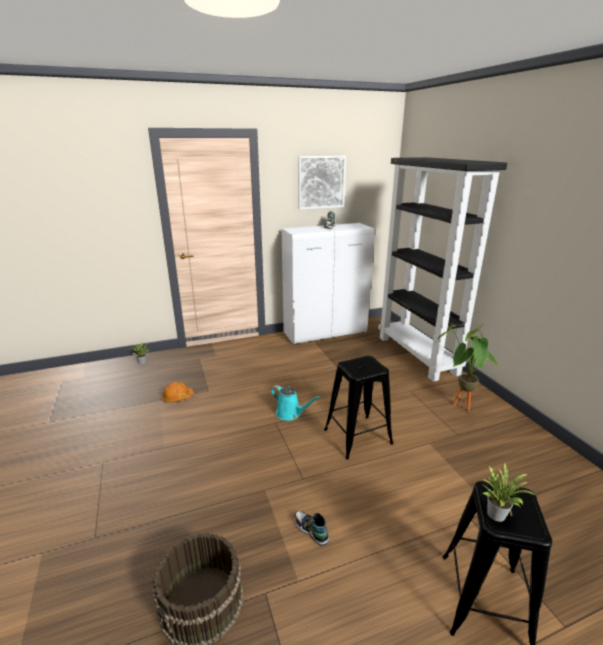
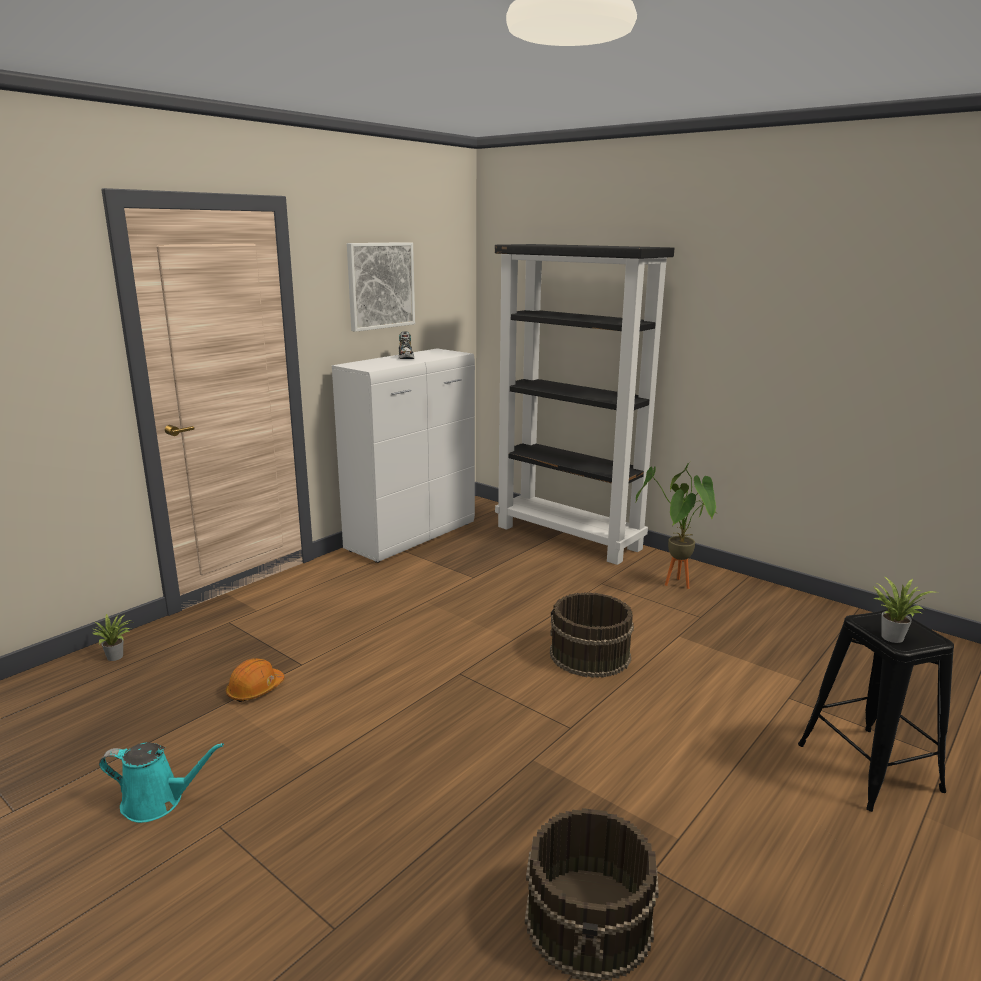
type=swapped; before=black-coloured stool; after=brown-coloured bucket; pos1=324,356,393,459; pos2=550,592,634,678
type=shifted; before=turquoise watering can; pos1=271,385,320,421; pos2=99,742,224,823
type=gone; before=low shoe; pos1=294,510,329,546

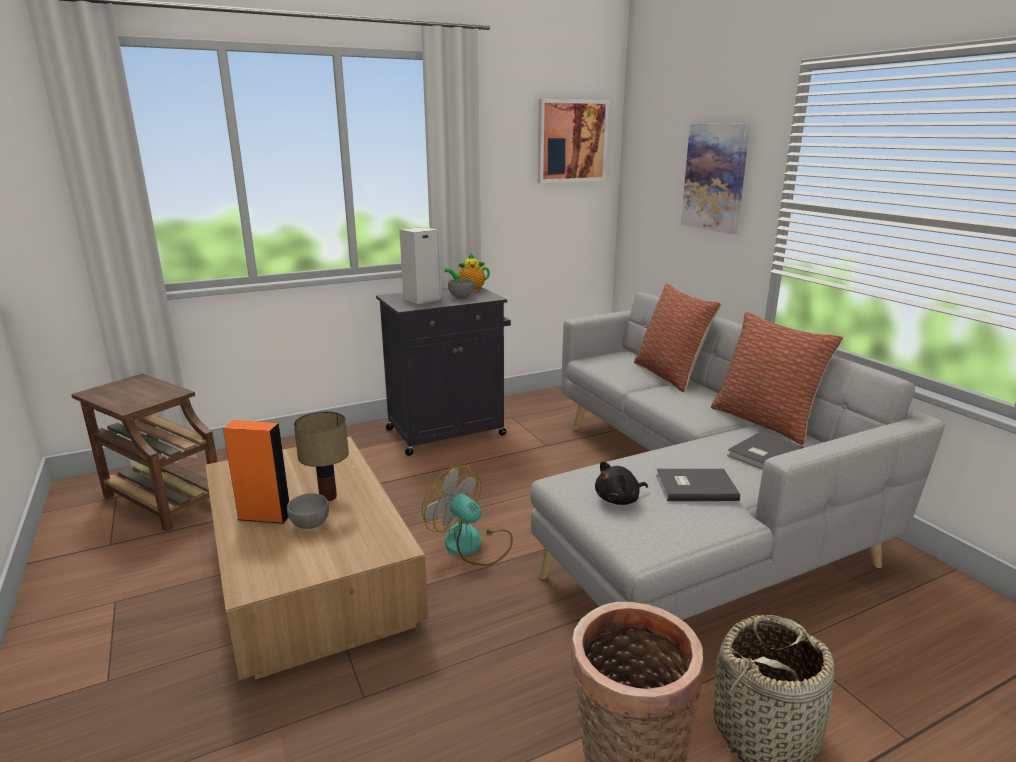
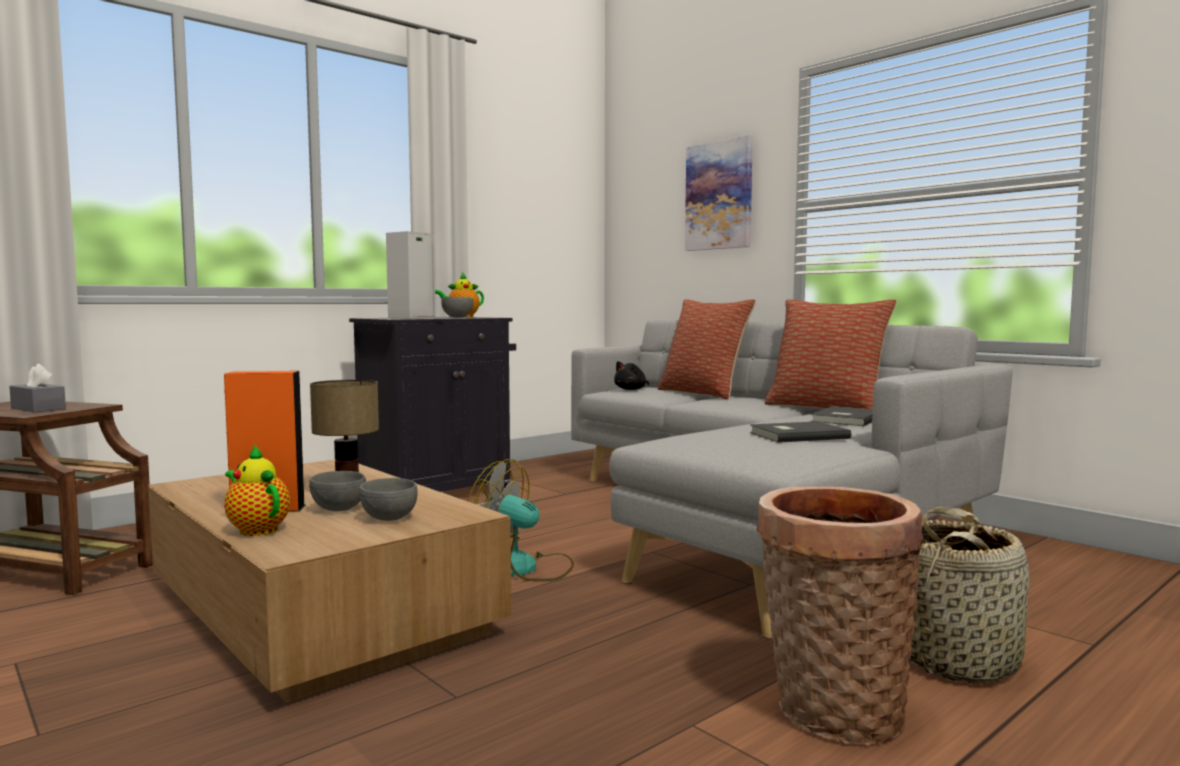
type=gone; before=wall art; pos1=538,99,609,183
type=shifted; before=black-coloured plush toy; pos1=595,461,648,505; pos2=614,361,649,390
type=new; after=greyish tissue holder; pos2=9,363,66,412
type=new; after=teapot; pos2=224,445,290,536
type=new; after=greyish bowl; pos2=359,478,418,521

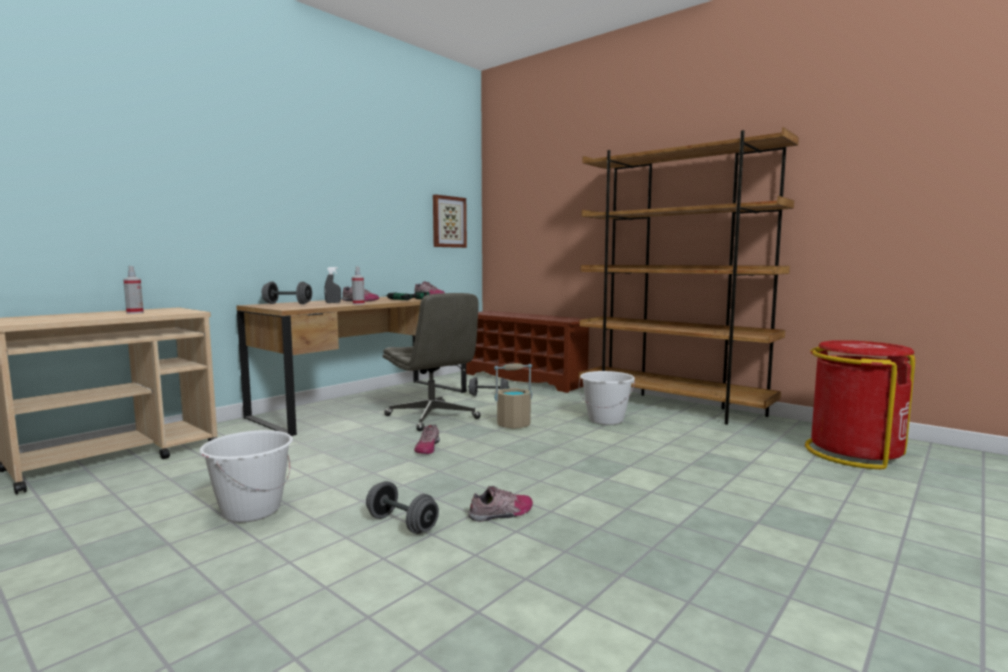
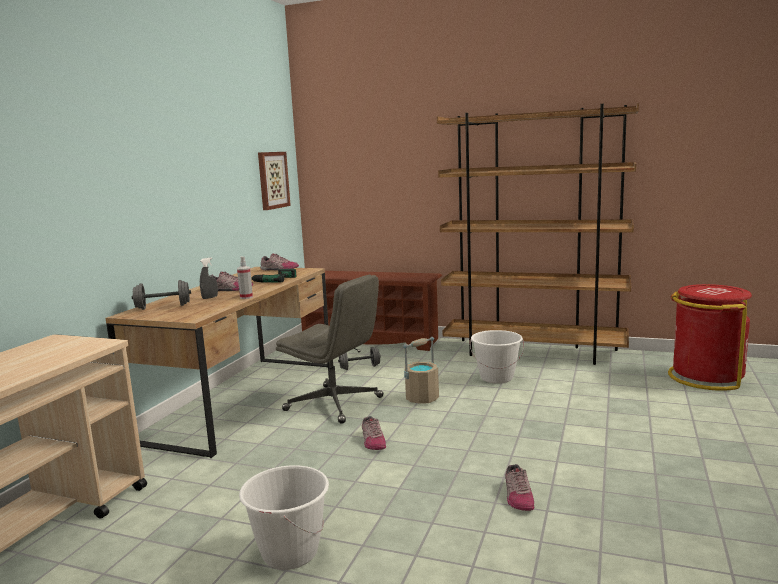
type=gone; before=sprayer; pos1=123,266,144,314
type=gone; before=greyish hand weight; pos1=366,481,439,534
type=rotated; before=low shoe; pos1=468,486,533,522; pos2=505,464,534,511; turn=135

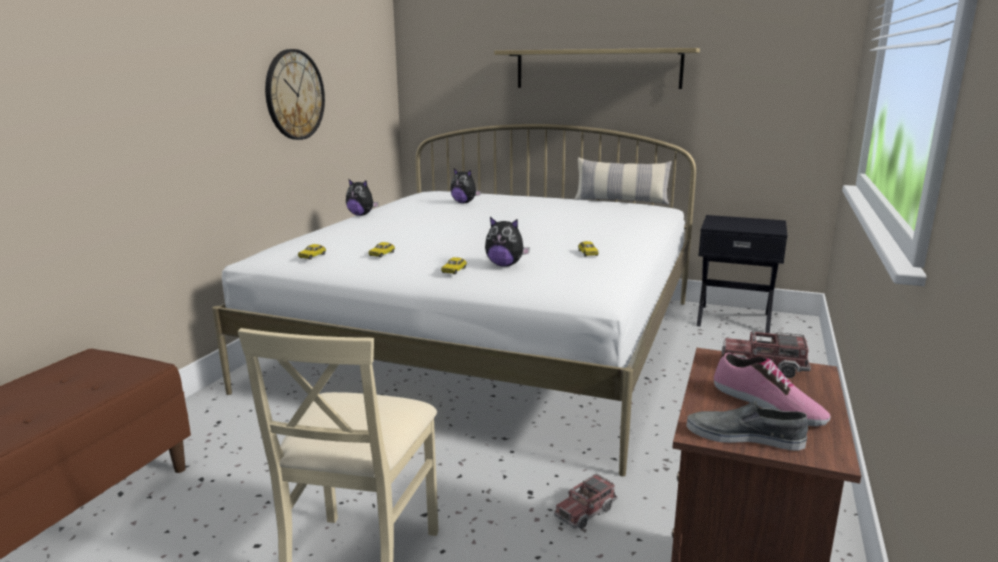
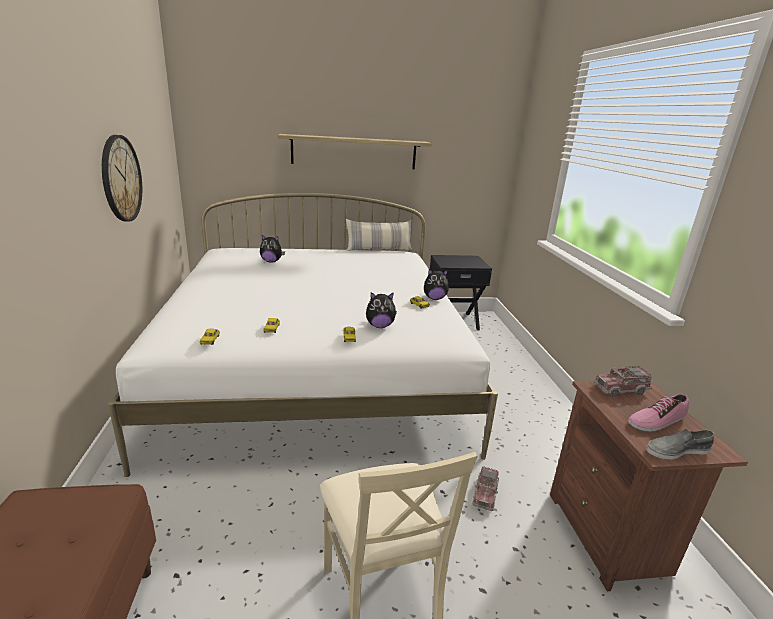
type=shifted; before=plush toy; pos1=346,179,379,216; pos2=424,269,449,300
type=rotated; before=low shoe; pos1=714,353,830,426; pos2=628,394,689,432; turn=135

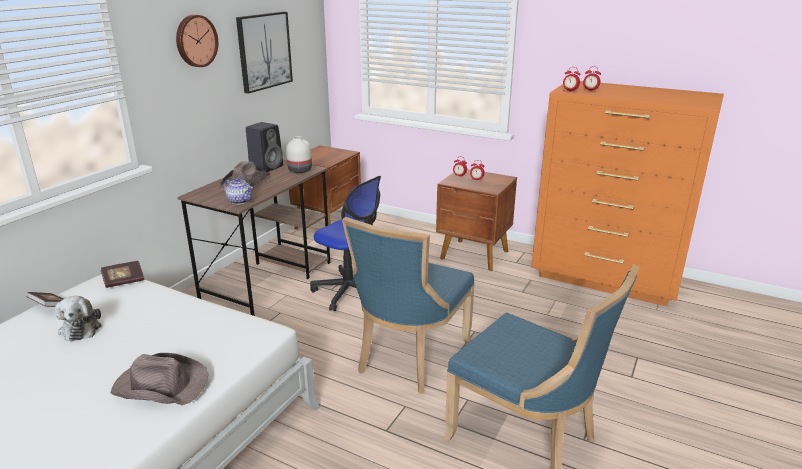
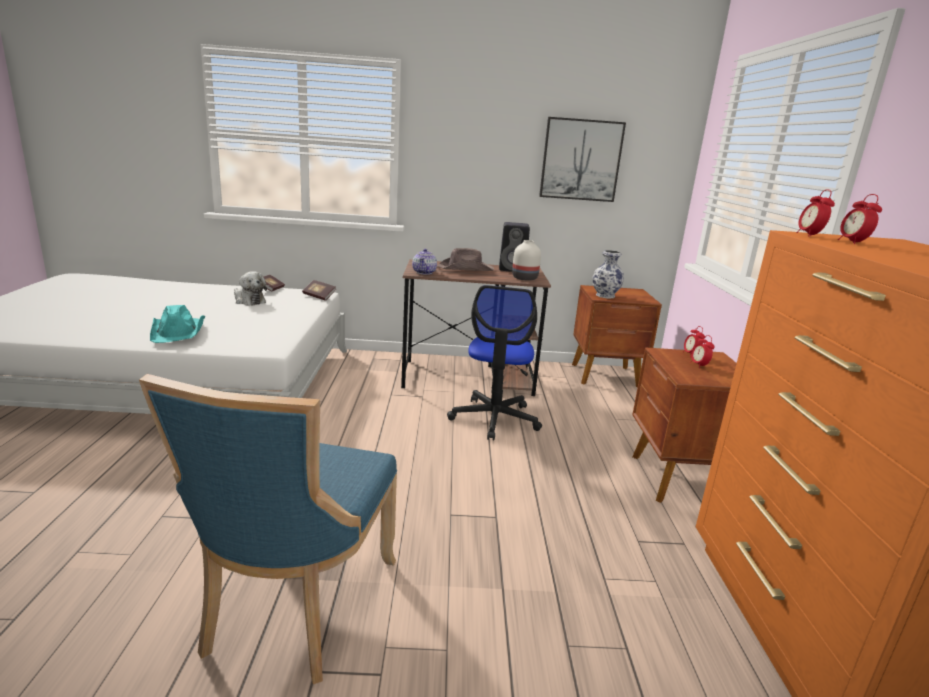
type=gone; before=clock on the wall; pos1=176,15,218,67
type=gone; before=blue upright chair; pos1=342,217,475,394
type=rotated; before=plush toy; pos1=55,296,101,342; pos2=234,272,267,306; turn=-90
type=repainted; before=brown-coloured clothing hat; after=turquoise clothing hat; pos1=111,353,209,406; pos2=150,305,205,343
type=new; after=decorative vase; pos2=592,250,624,298

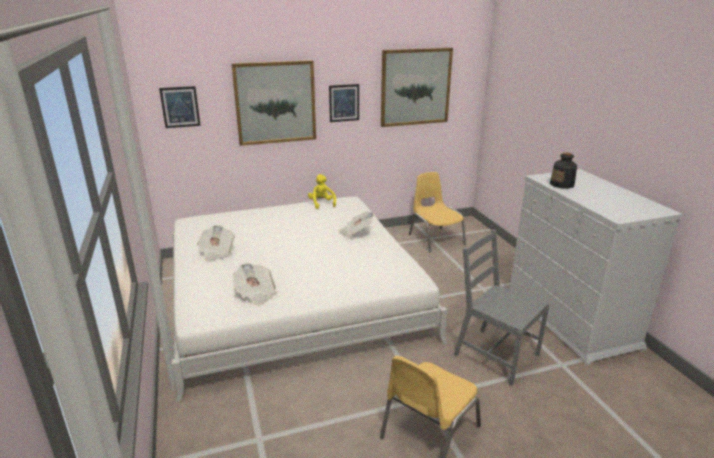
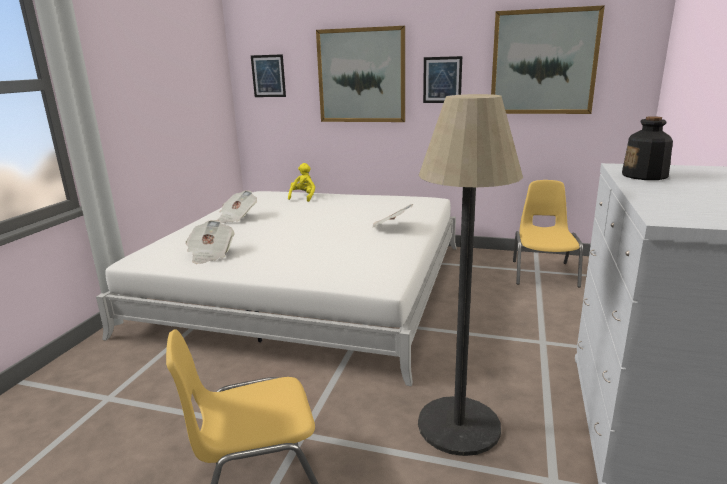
type=shifted; before=yellowish plush toy; pos1=308,174,336,209; pos2=288,163,315,202
type=swapped; before=greyish upright chair; after=standing lamp; pos1=454,229,550,386; pos2=418,94,523,456

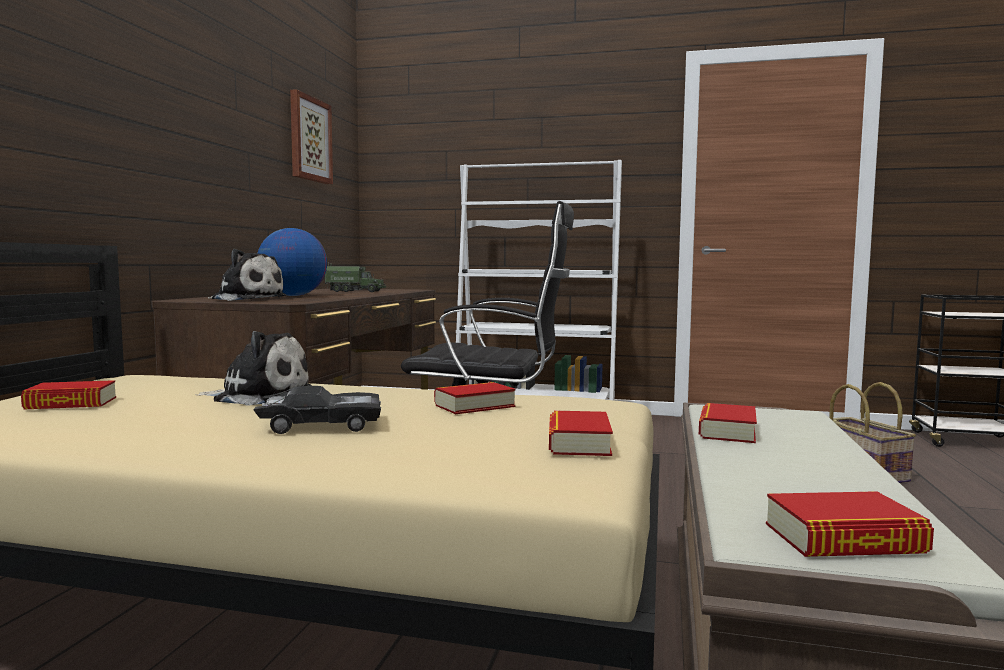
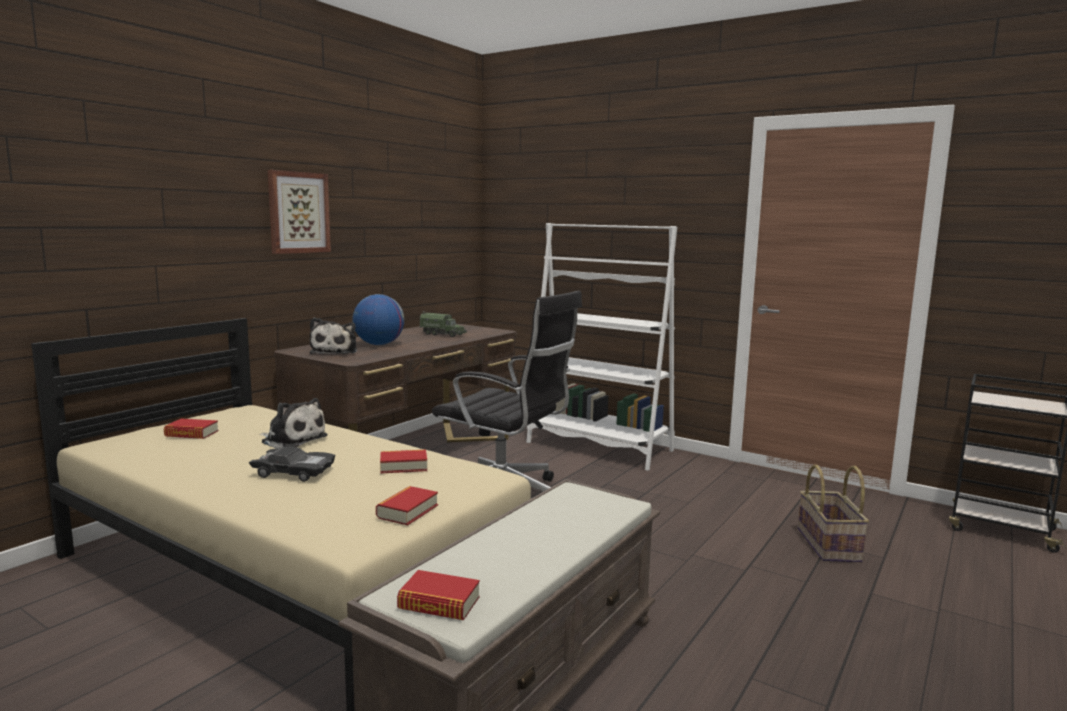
type=shifted; before=wall art; pos1=290,89,333,184; pos2=268,170,331,254
type=rotated; before=plush toy; pos1=208,249,286,301; pos2=310,317,357,354; turn=45
type=gone; before=bound book; pos1=699,403,757,443

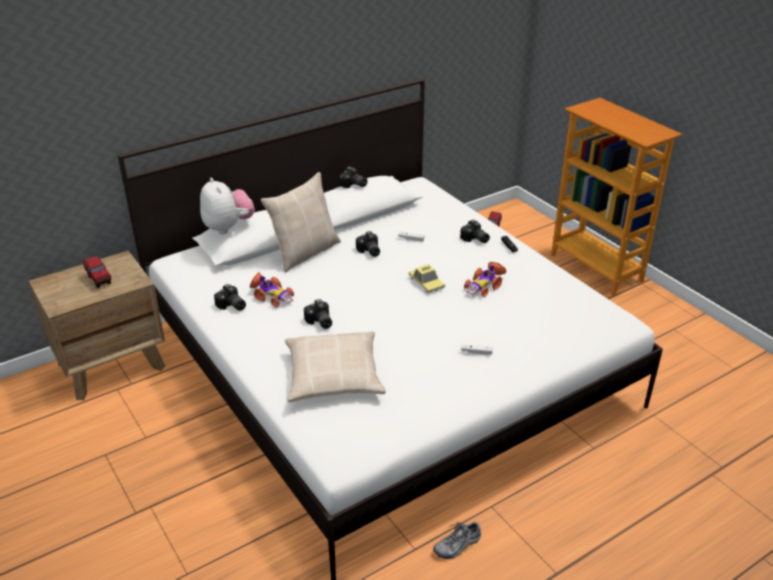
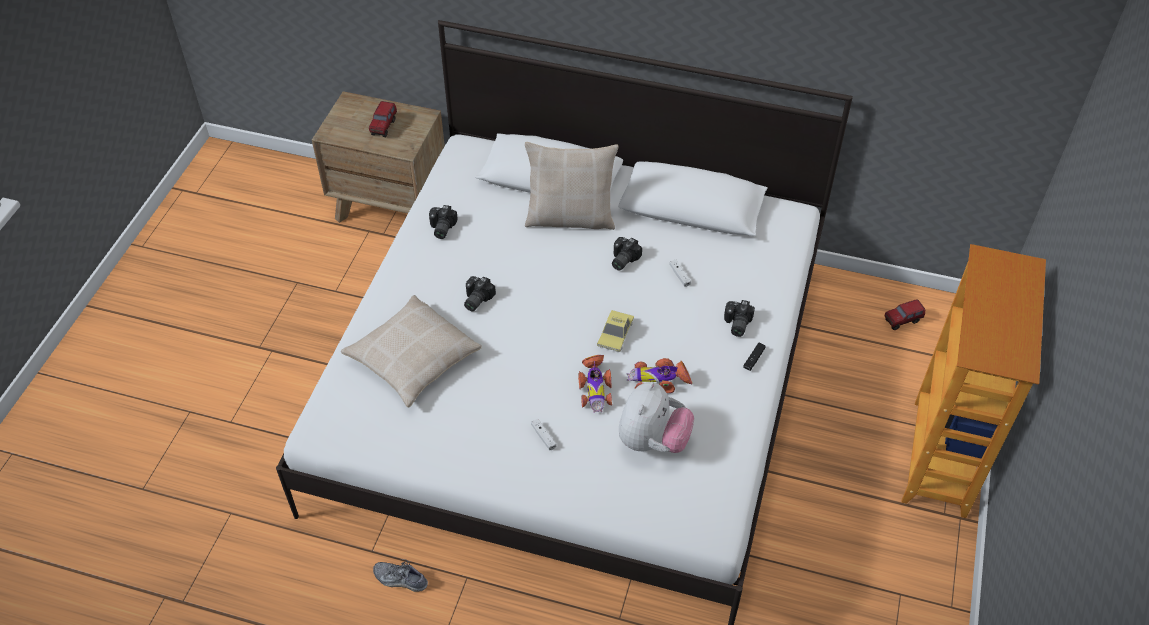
type=gone; before=photo camera; pos1=339,167,368,188
type=shifted; before=plush toy; pos1=200,177,255,234; pos2=619,382,694,453
type=shifted; before=toy car; pos1=250,272,294,307; pos2=578,355,612,413

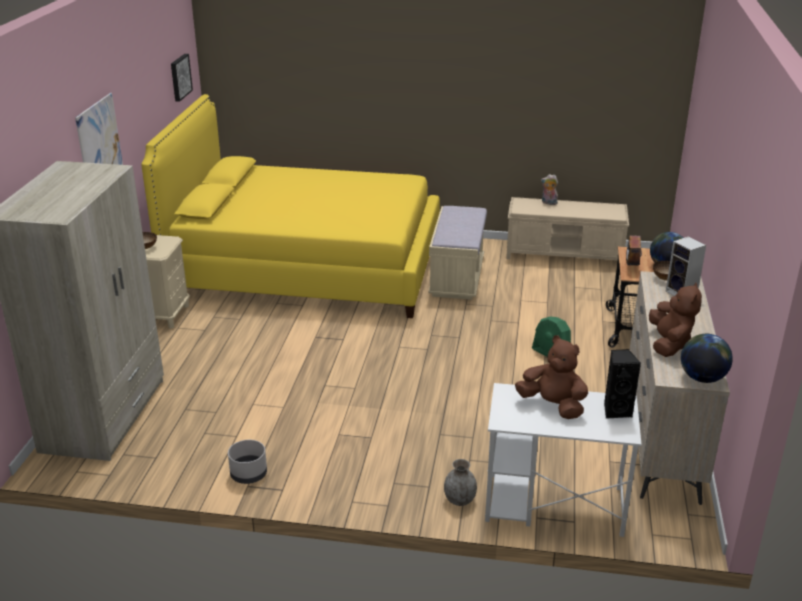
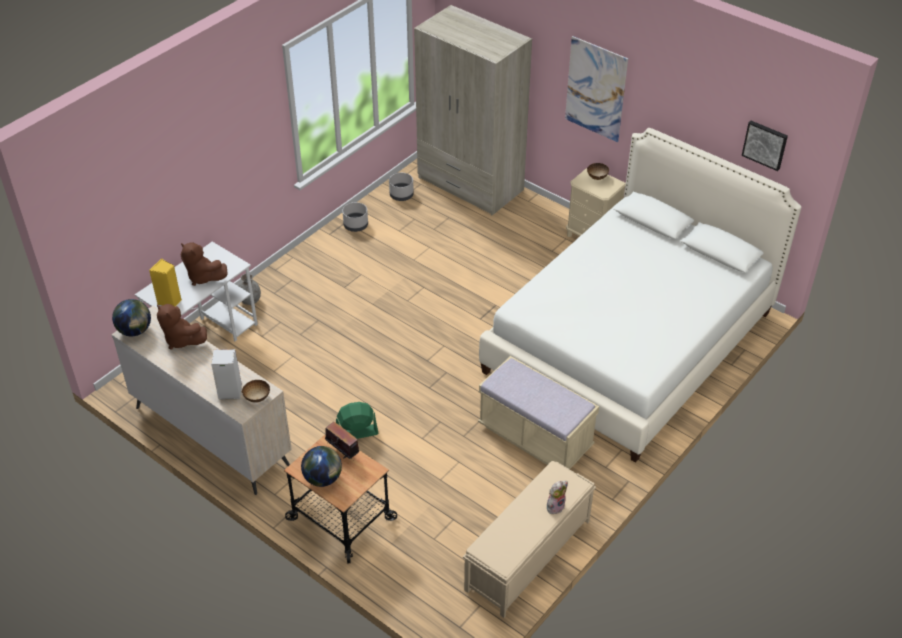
type=repainted; before=yellowish bedroom bed; after=whitish bedroom bed; pos1=142,94,440,318; pos2=479,128,801,463
type=rotated; before=brown-coloured plush toy; pos1=515,335,588,419; pos2=181,242,228,286; turn=60
type=repainted; before=black-coloured loudspeaker; after=yellowish loudspeaker; pos1=604,349,641,419; pos2=149,258,181,307
type=new; after=greyish planter; pos2=389,173,414,201

